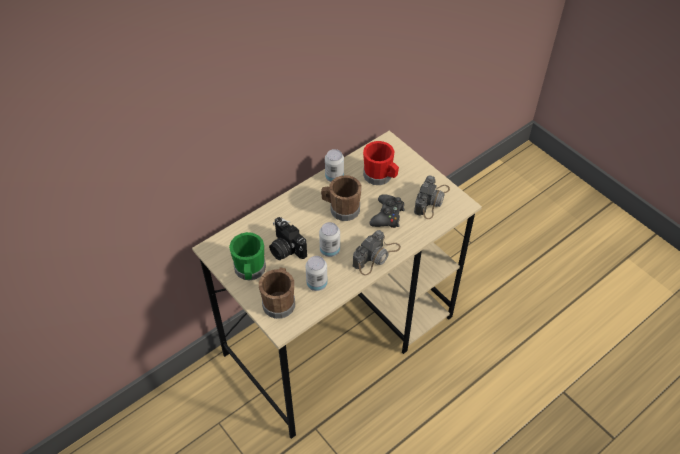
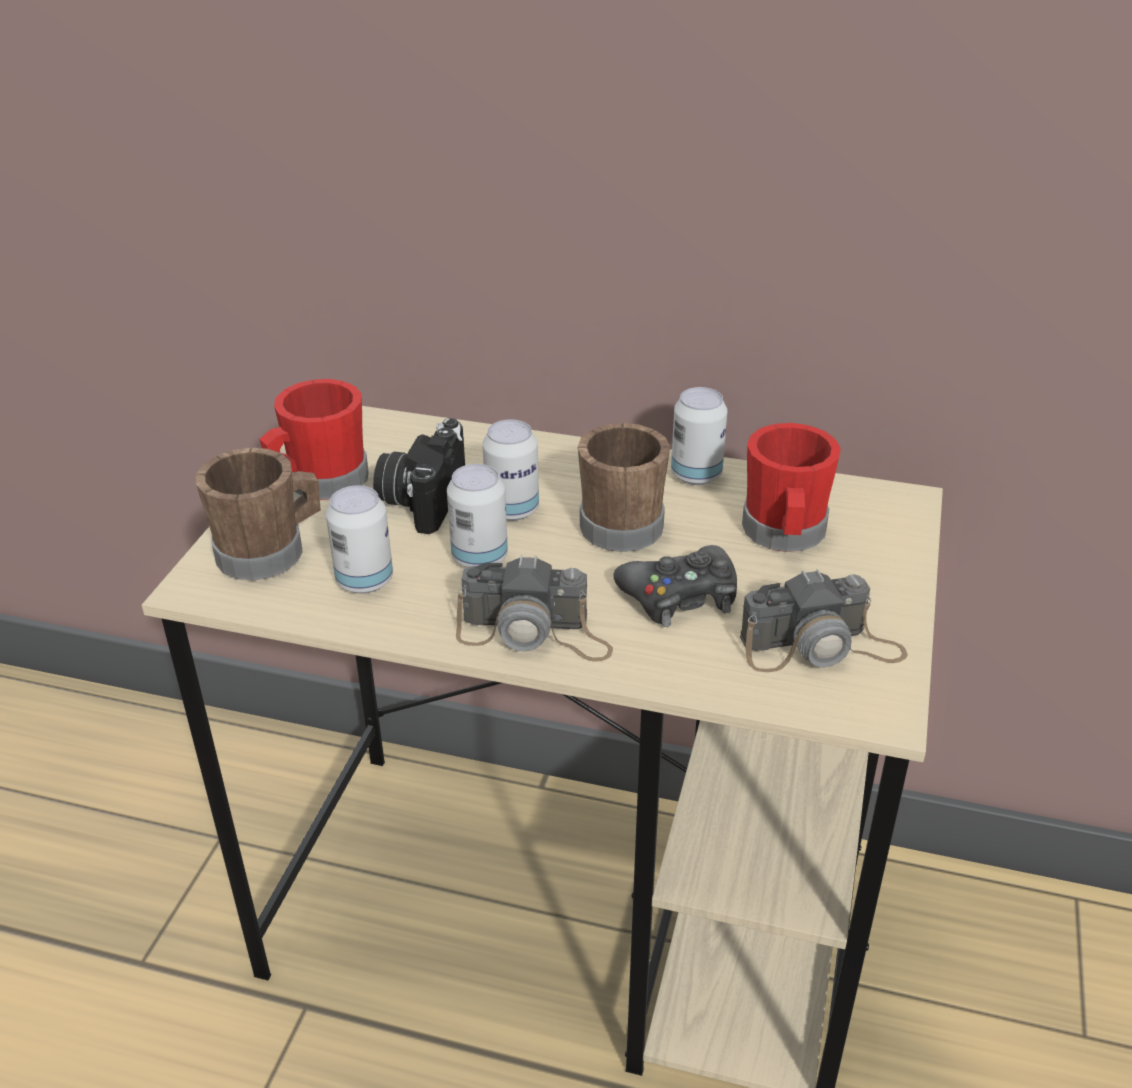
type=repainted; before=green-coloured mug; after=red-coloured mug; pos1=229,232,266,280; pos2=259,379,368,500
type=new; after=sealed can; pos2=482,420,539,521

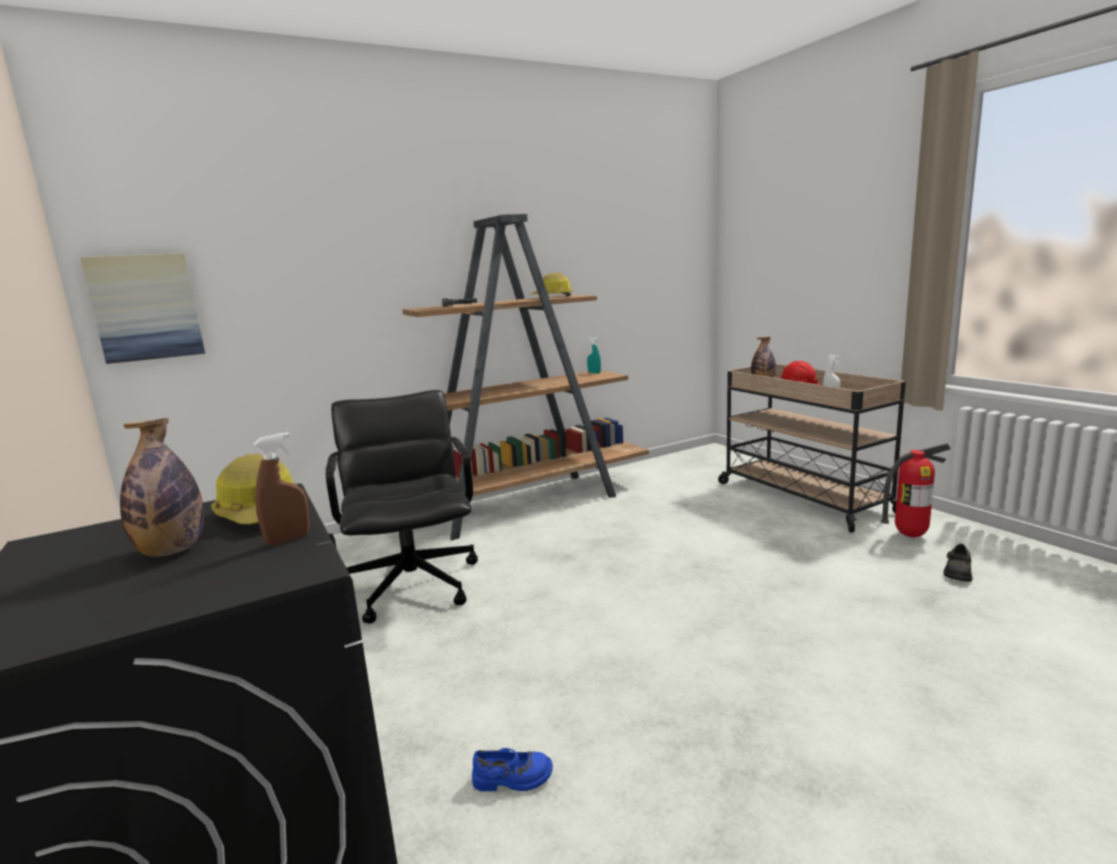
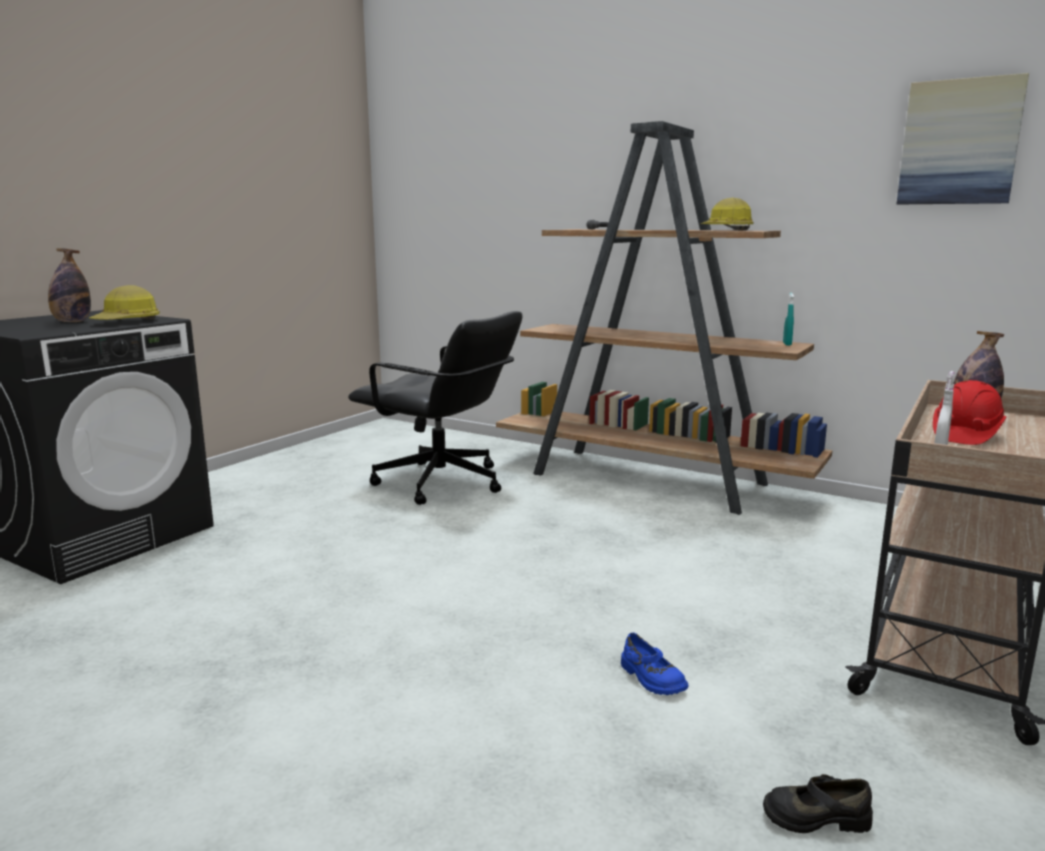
type=shifted; before=wall art; pos1=80,253,205,364; pos2=897,73,1029,205
type=rotated; before=black-coloured desk chair; pos1=326,390,478,624; pos2=348,311,523,505; turn=75
type=gone; before=brown-coloured sprayer; pos1=253,432,310,546
type=gone; before=fire extinguisher; pos1=881,443,951,537
type=shifted; before=blue low shoe; pos1=472,748,553,792; pos2=621,633,689,695

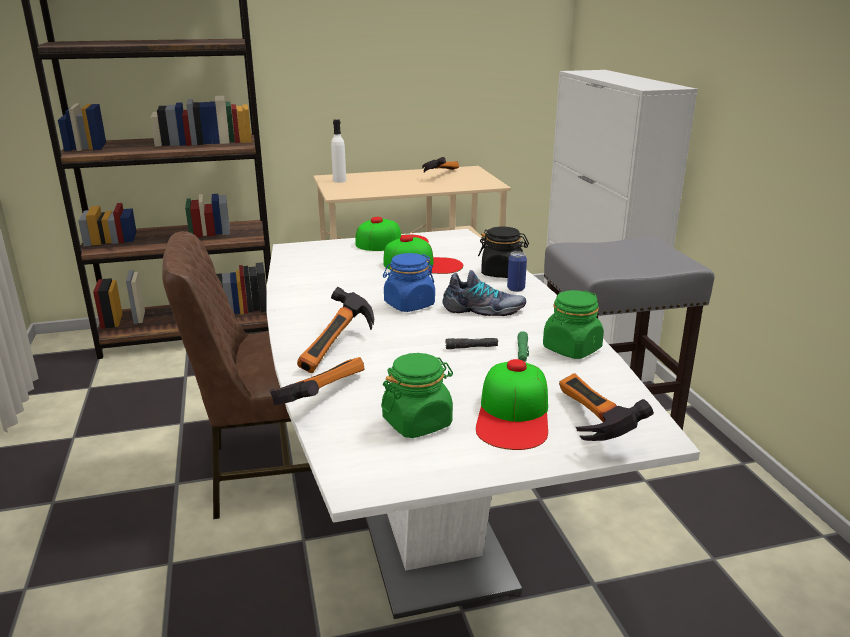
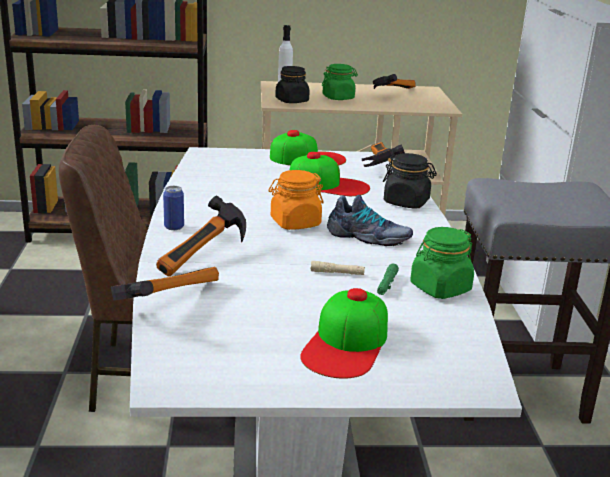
type=shifted; before=sealed can; pos1=507,251,527,292; pos2=163,186,184,230
type=repainted; before=blue storage jar; after=orange storage jar; pos1=383,253,435,312; pos2=268,170,324,230
type=repainted; before=black-coloured torch; after=beige-coloured torch; pos1=445,338,498,349; pos2=311,261,365,275
type=shifted; before=green-coloured storage jar; pos1=381,353,453,438; pos2=322,64,358,100
type=shifted; before=hammer; pos1=559,373,654,441; pos2=362,142,405,167
type=new; after=black-coloured storage jar; pos2=275,66,310,103

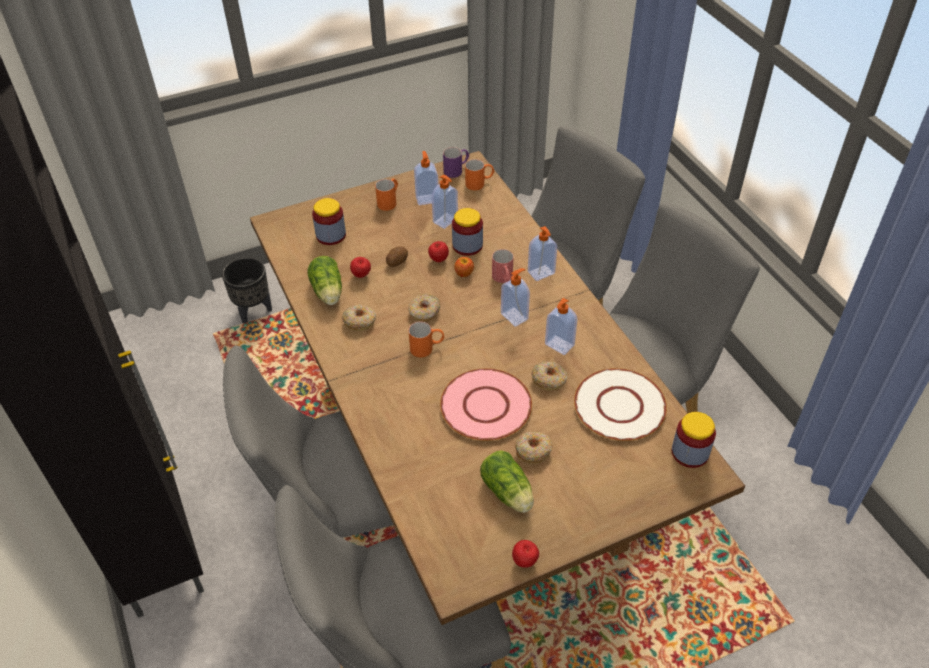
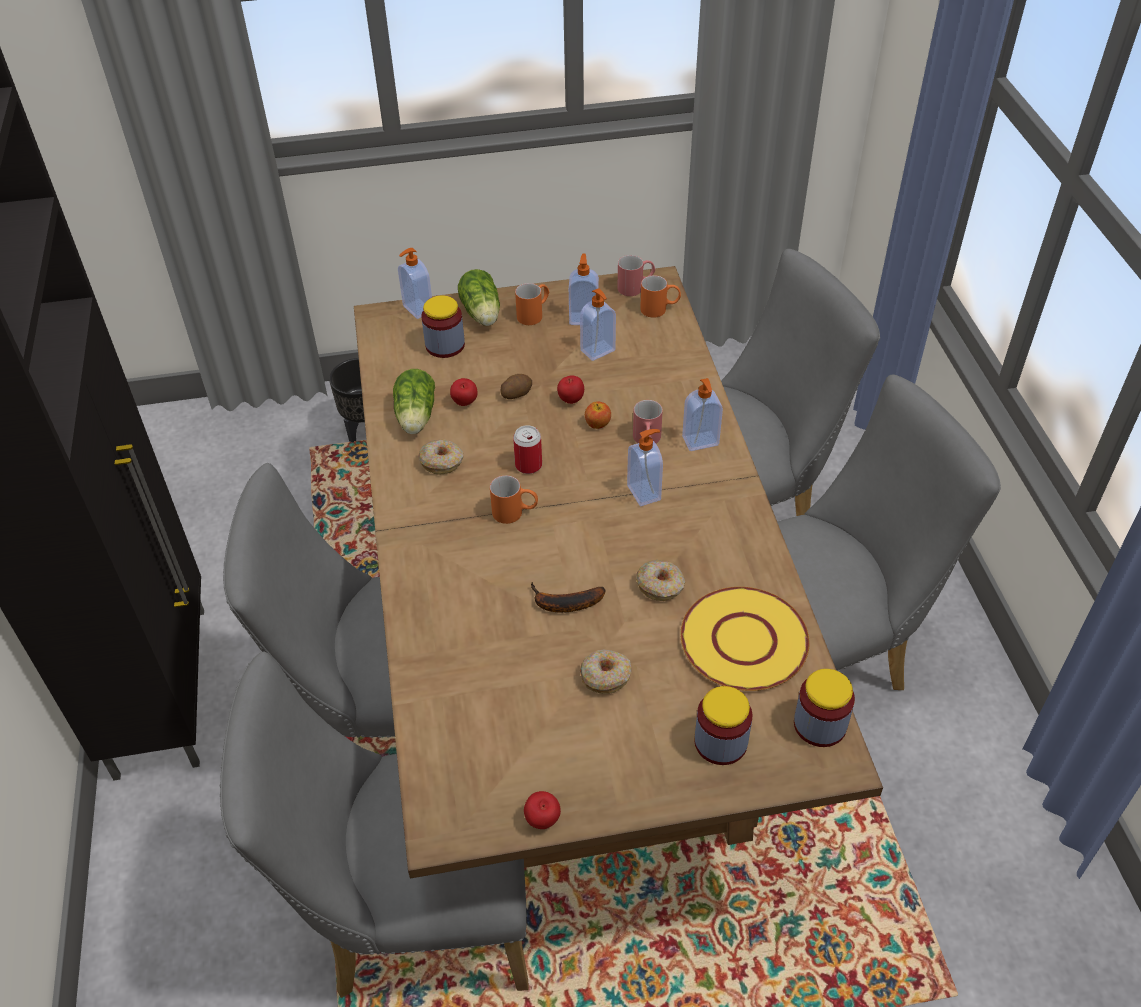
type=repainted; before=purplish mug; after=red-coloured mug; pos1=443,147,469,178; pos2=618,255,655,296
type=shifted; before=storage jar; pos1=452,208,483,256; pos2=694,686,752,765
type=swapped; before=doughnut; after=sealed can; pos1=408,294,440,321; pos2=513,425,542,474
type=shifted; before=soap bottle; pos1=545,298,578,355; pos2=398,248,432,319
type=swapped; before=pink dinner plate; after=banana fruit; pos1=440,368,532,441; pos2=531,582,606,613
type=repainted; before=whitish dinner plate; after=yellowish dinner plate; pos1=574,368,667,441; pos2=681,587,810,691
type=shifted; before=head of lettuce; pos1=480,450,534,513; pos2=458,269,500,326

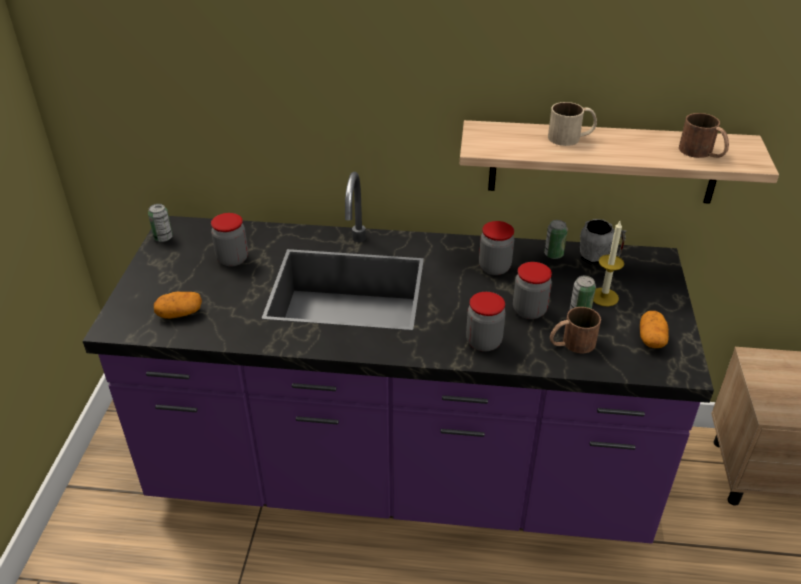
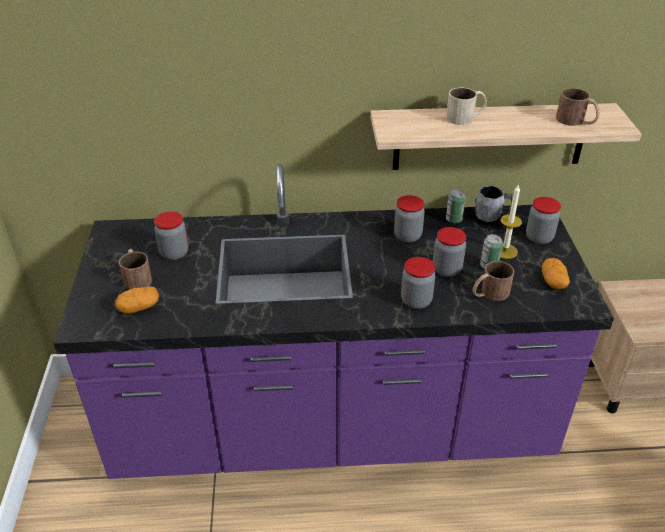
type=gone; before=sealed can; pos1=148,204,173,242
type=new; after=storage jar; pos2=526,197,561,244
type=new; after=brown-coloured mug; pos2=119,249,152,290

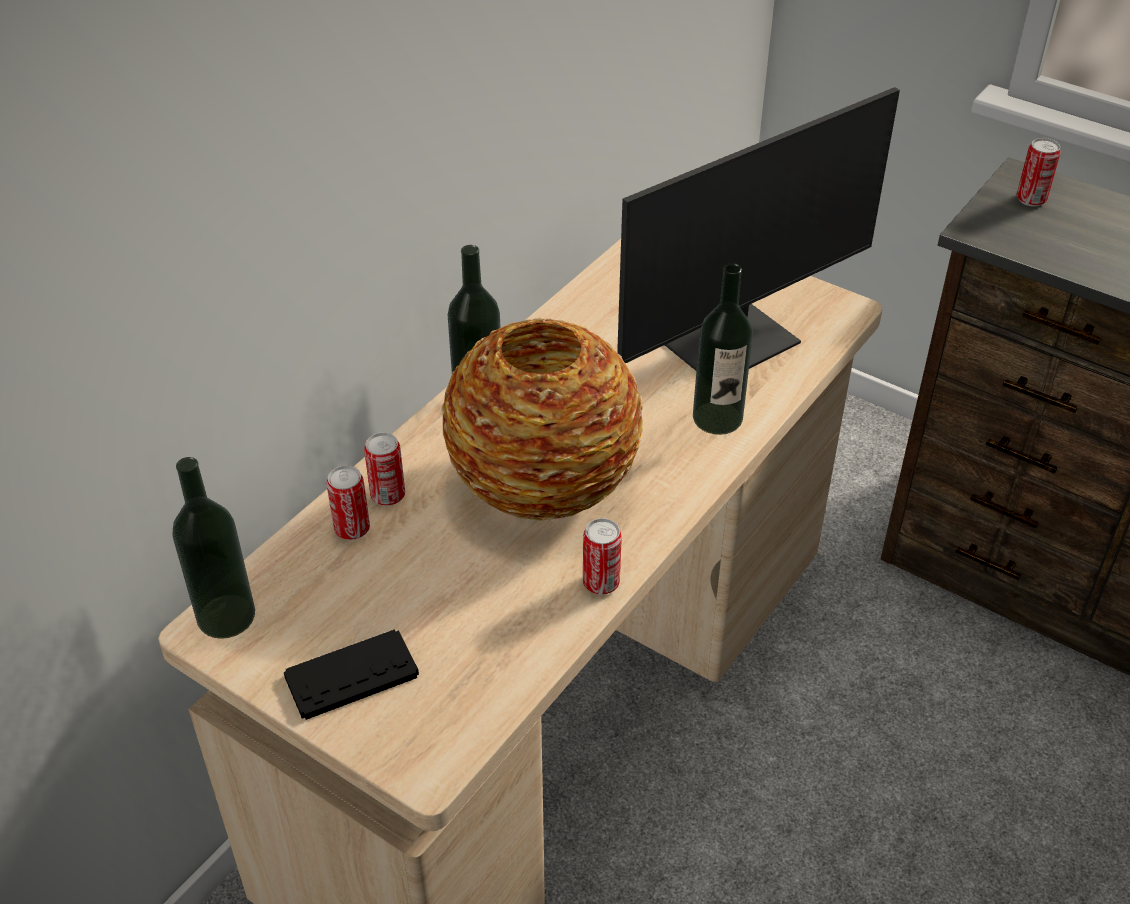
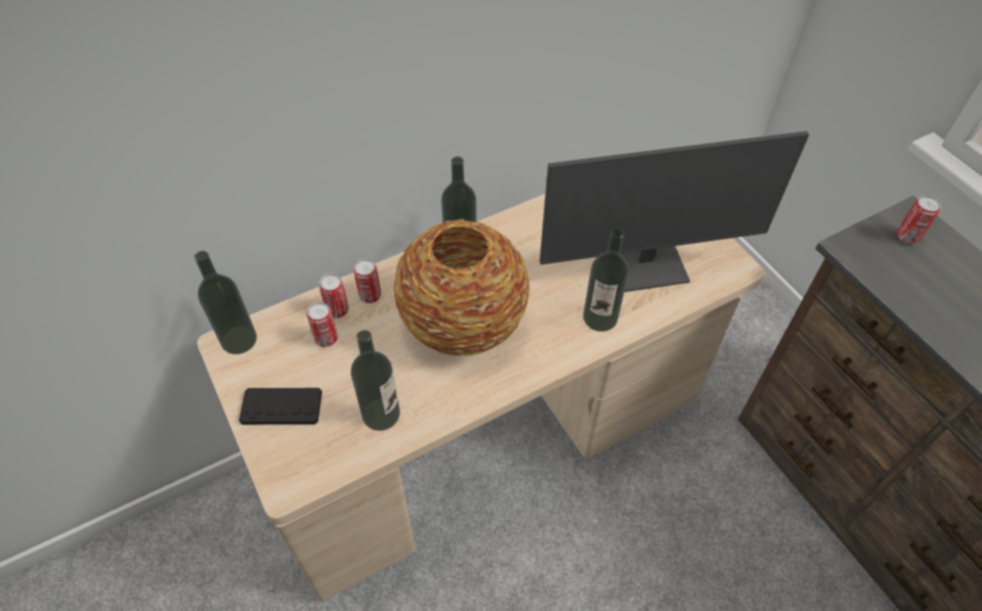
type=shifted; before=sealed can; pos1=583,518,622,595; pos2=307,302,338,347
type=new; after=drink bottle; pos2=351,330,400,431

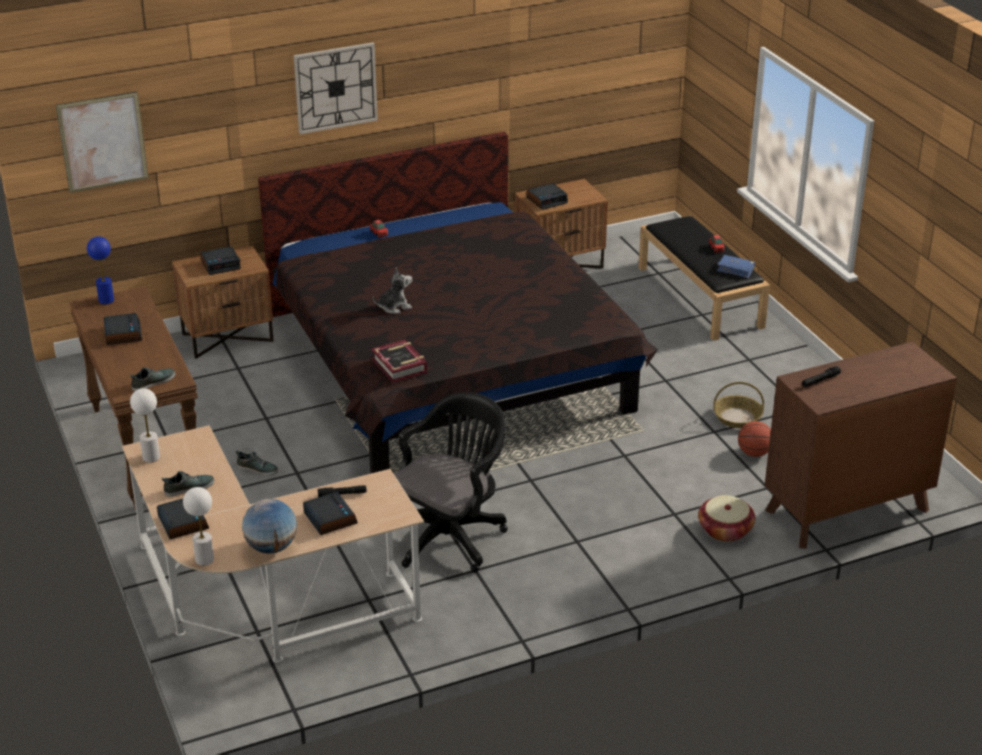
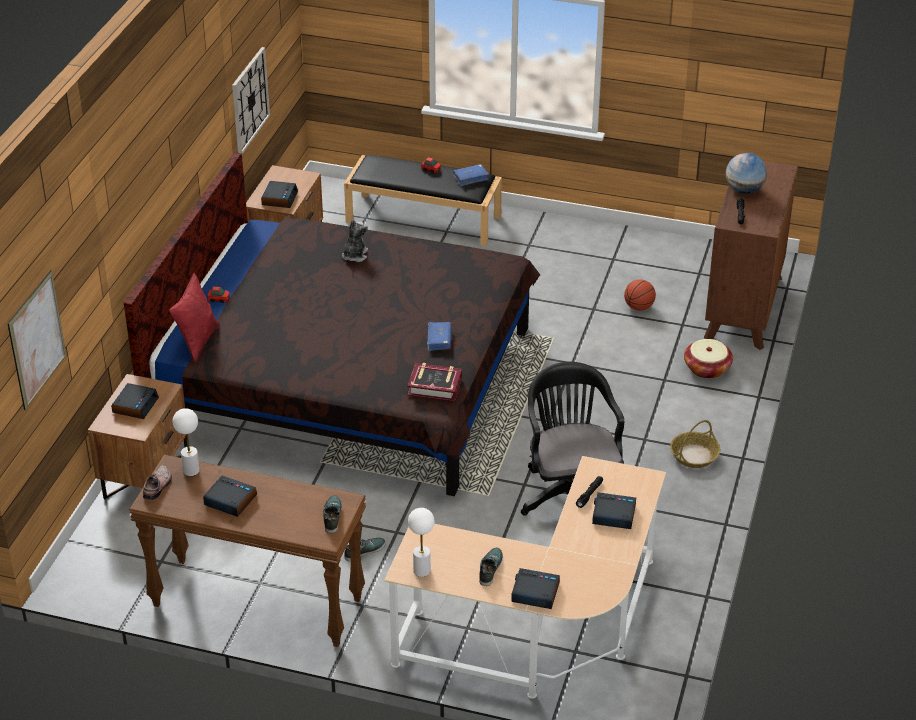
type=shifted; before=clock on the wall; pos1=294,43,378,134; pos2=232,47,270,154
type=swapped; before=blue lamp for a table; after=low shoe; pos1=87,237,114,304; pos2=143,465,172,500
type=shifted; before=plush toy; pos1=373,268,412,314; pos2=342,220,368,262
type=shifted; before=household basket; pos1=713,382,764,428; pos2=670,420,720,468
type=shifted; before=whitish lamp for a table; pos1=183,487,214,566; pos2=173,408,200,476
type=shifted; before=globe; pos1=242,499,297,553; pos2=726,153,767,194
type=new; after=red-coloured cushion; pos2=169,273,220,363
type=new; after=blue bound book; pos2=427,322,452,351

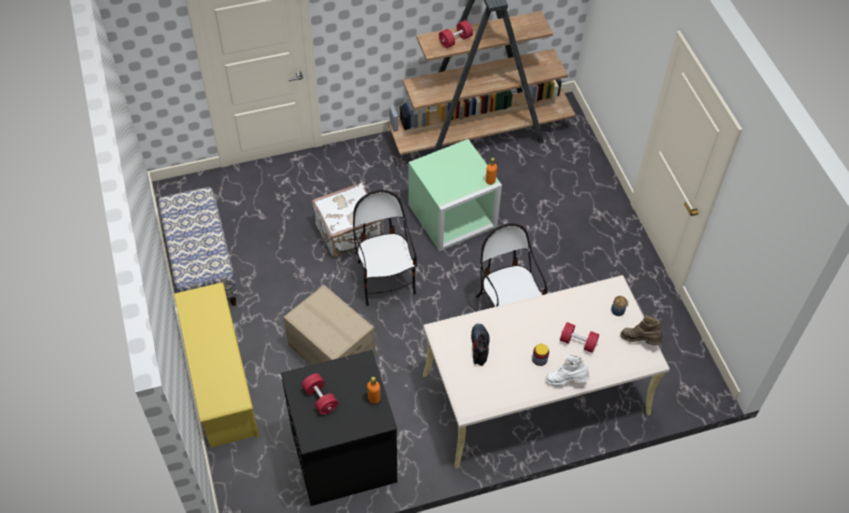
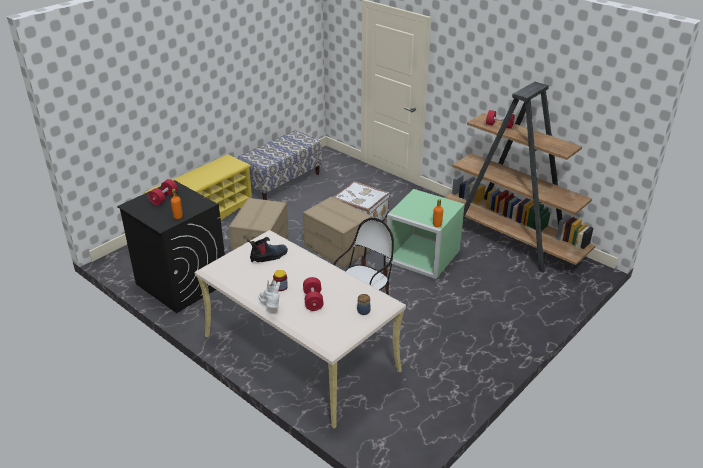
type=swapped; before=upright chair; after=carton; pos1=353,190,417,306; pos2=303,196,372,268
type=gone; before=brown-coloured boot; pos1=620,315,662,345

